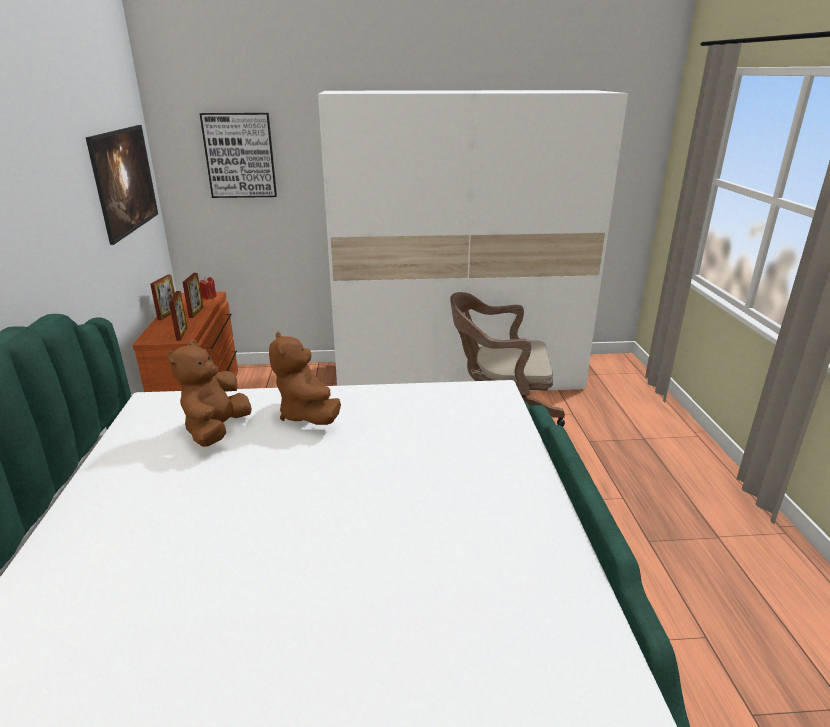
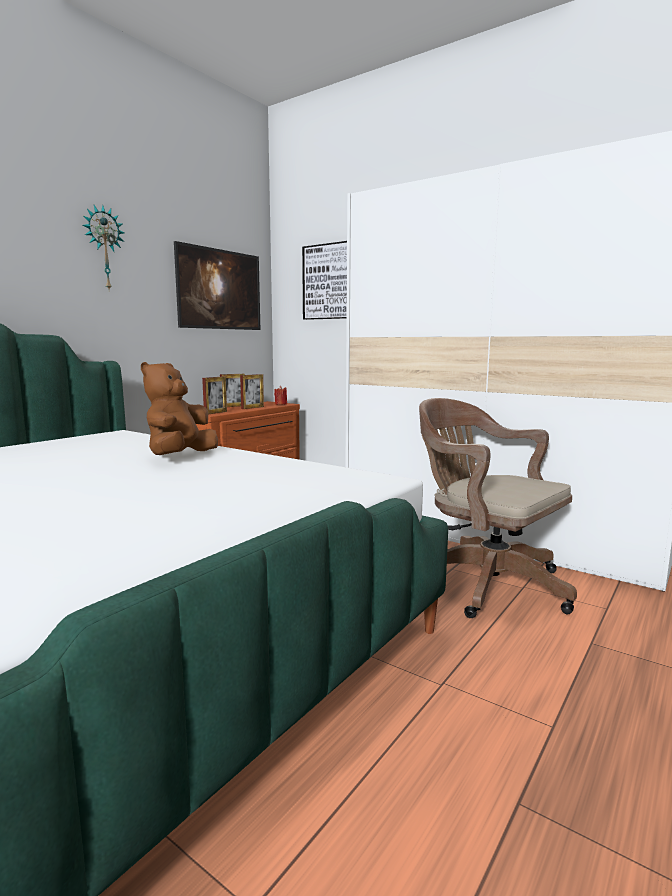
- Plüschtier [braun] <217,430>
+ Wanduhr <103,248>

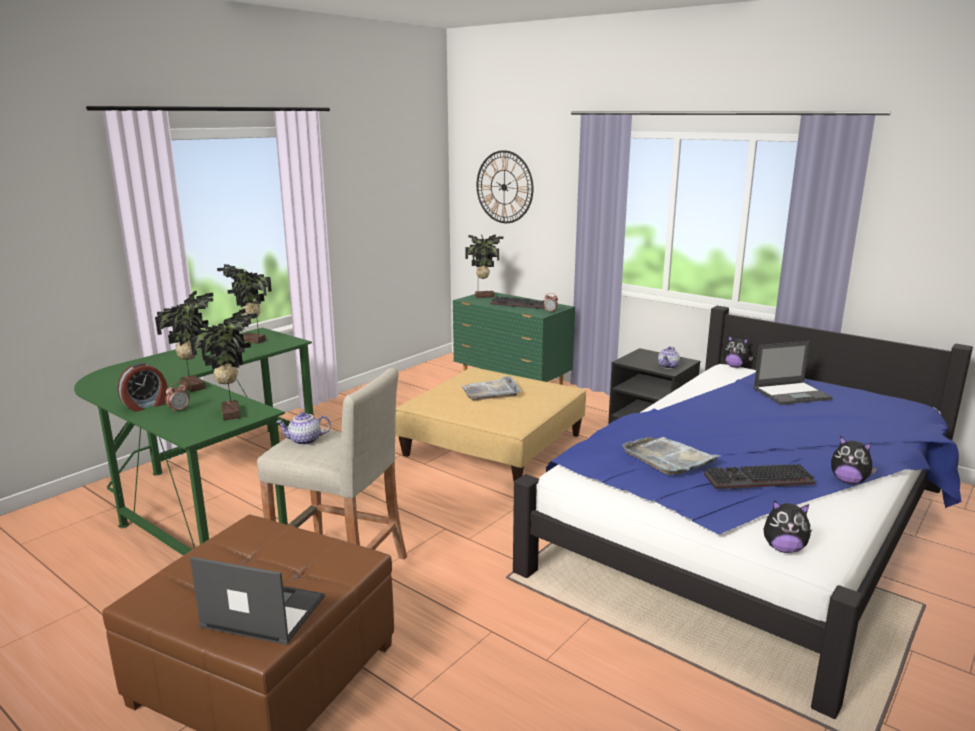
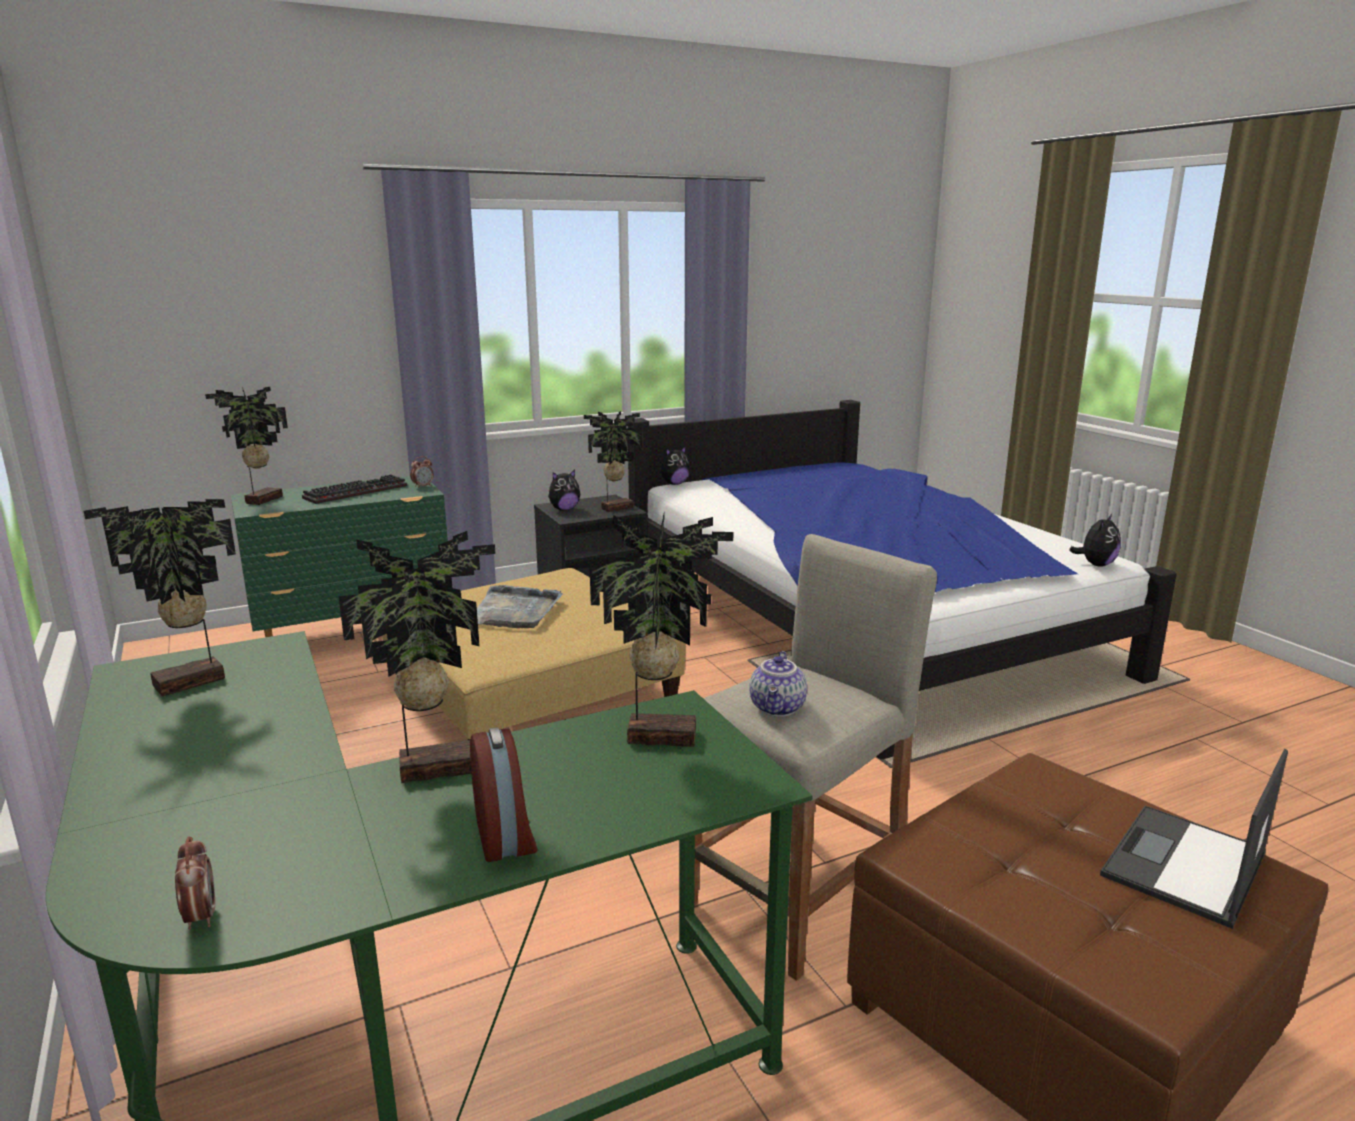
- Wanduhr <504,187>
- Laptop <792,393>
~ Teekanne <668,367> to Topfpflanze <615,508>
~ Wecker <179,410> to <201,916>
~ Plüschtier <848,481> to <564,509>
- Tablett [grau] <668,458>
- Tastatur <757,480>

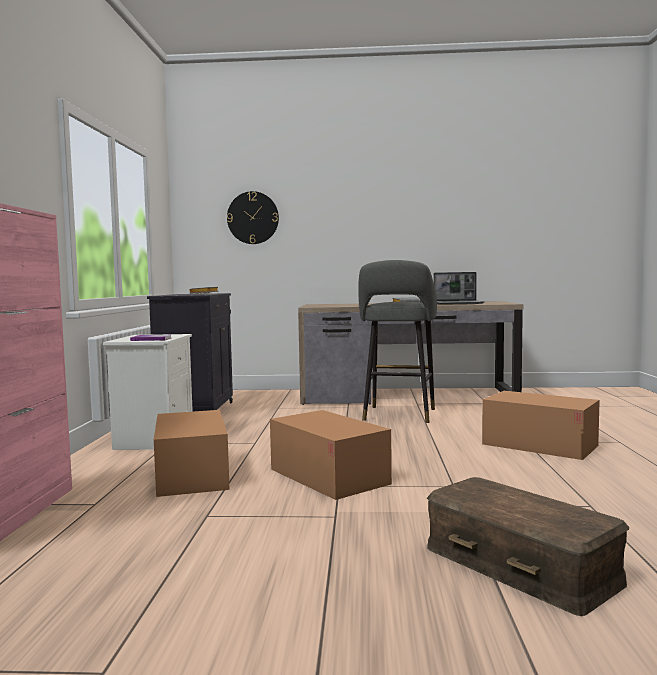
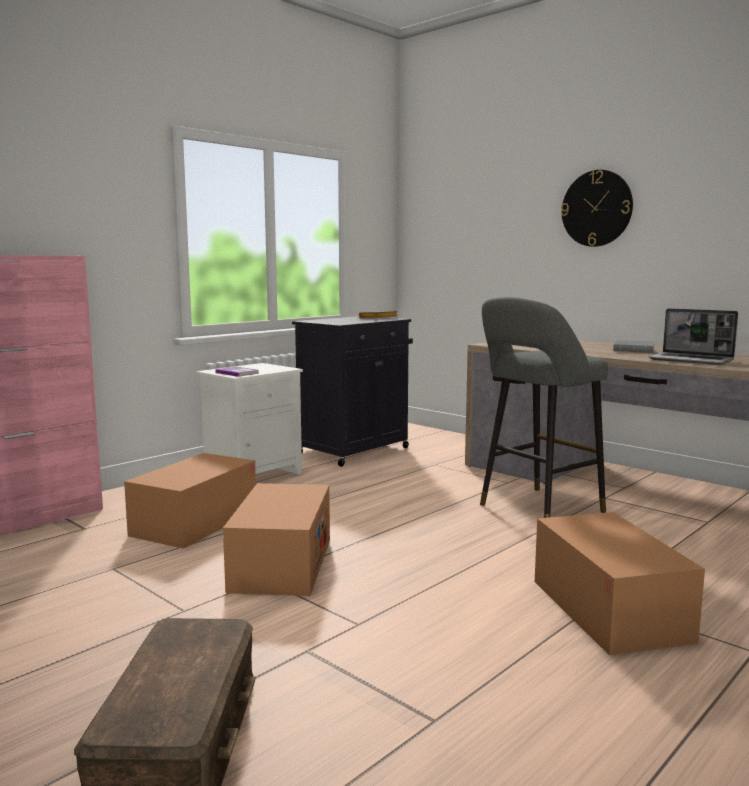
~ Wanduhr <253,218> to <596,208>

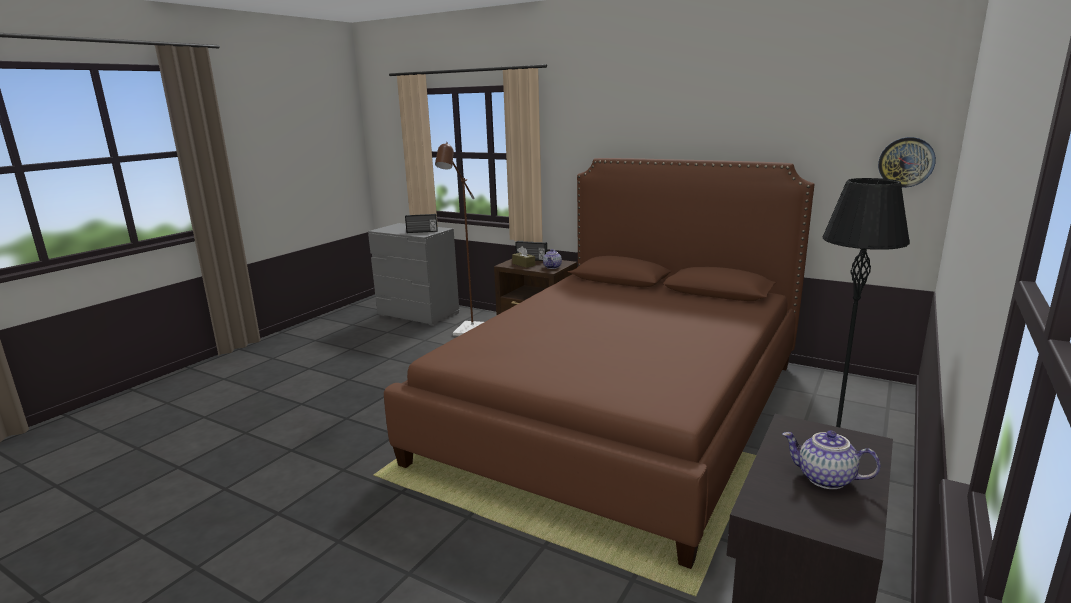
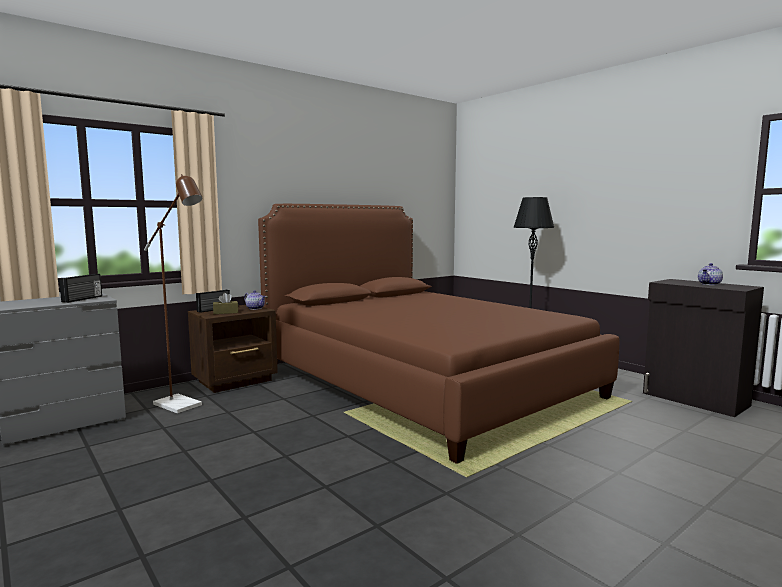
- Wanduhr <906,162>

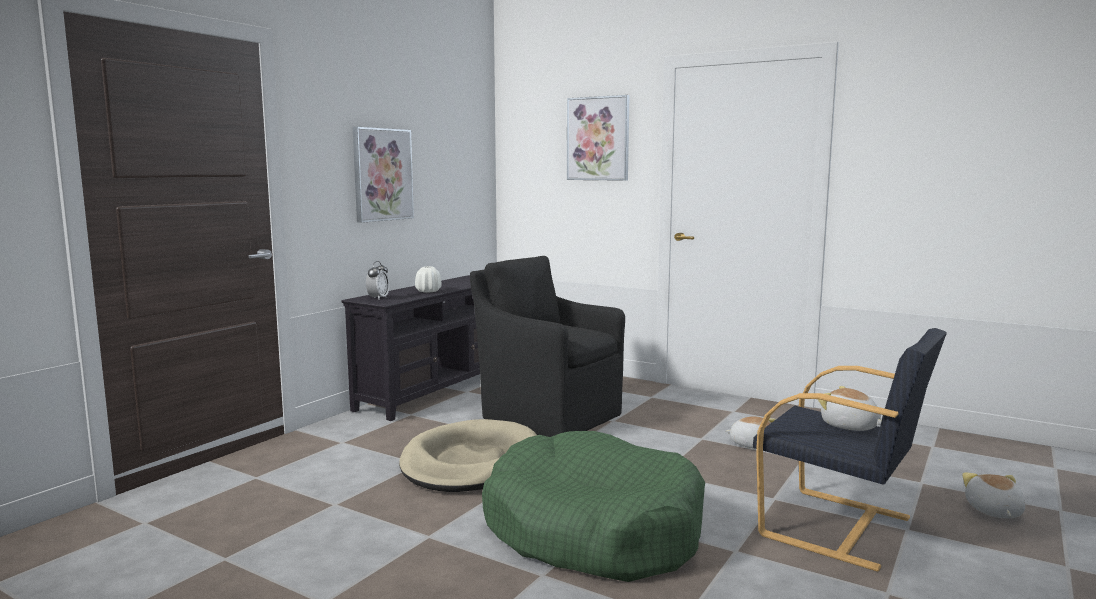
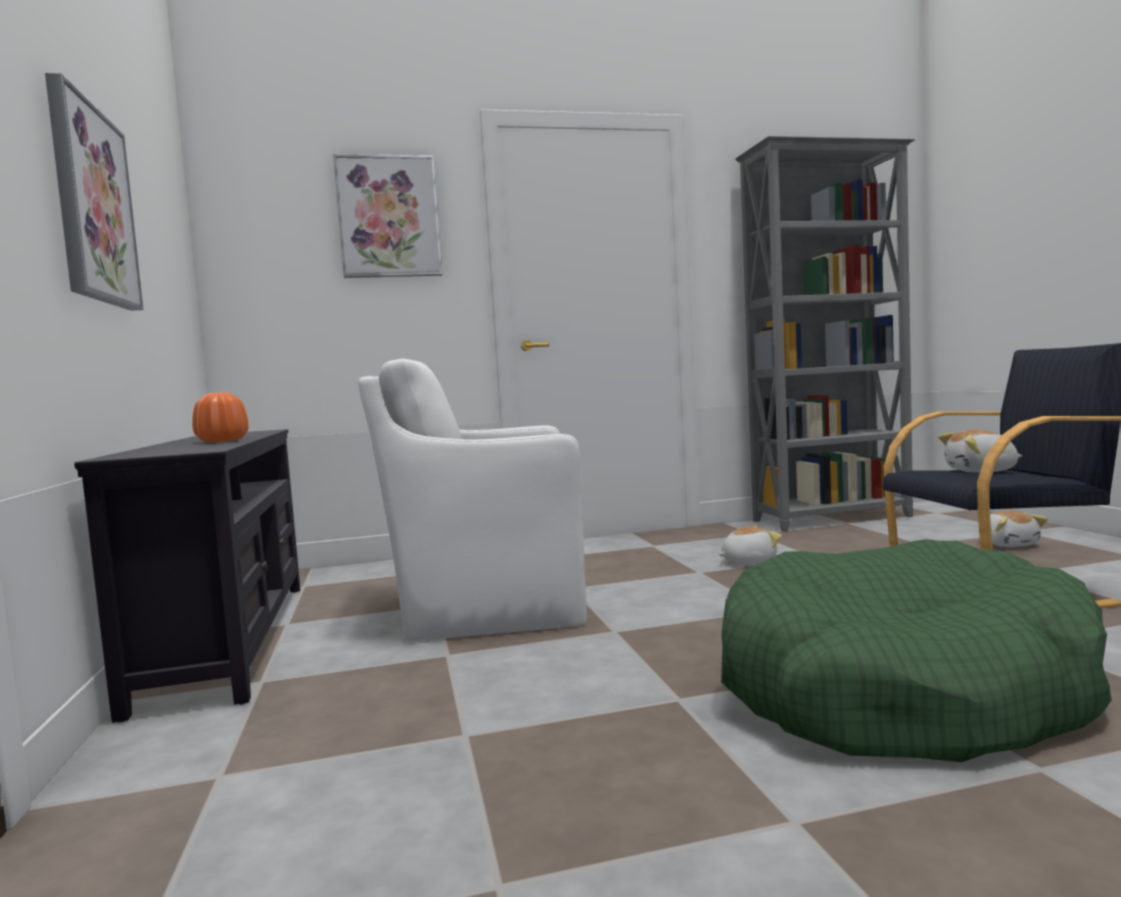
~ Sessel [schwarz] <548,416> to Sessel [weiß] <486,609>
- Wecker <378,298>
~ Vase [weiß] <428,291> to Vase [orange] <222,441>
- Hundebett [beige] <471,463>
~ Plüschtier <993,511> = <1008,544> 150 degrees counterclockwise
+ Bücherregal [grau] <833,519>

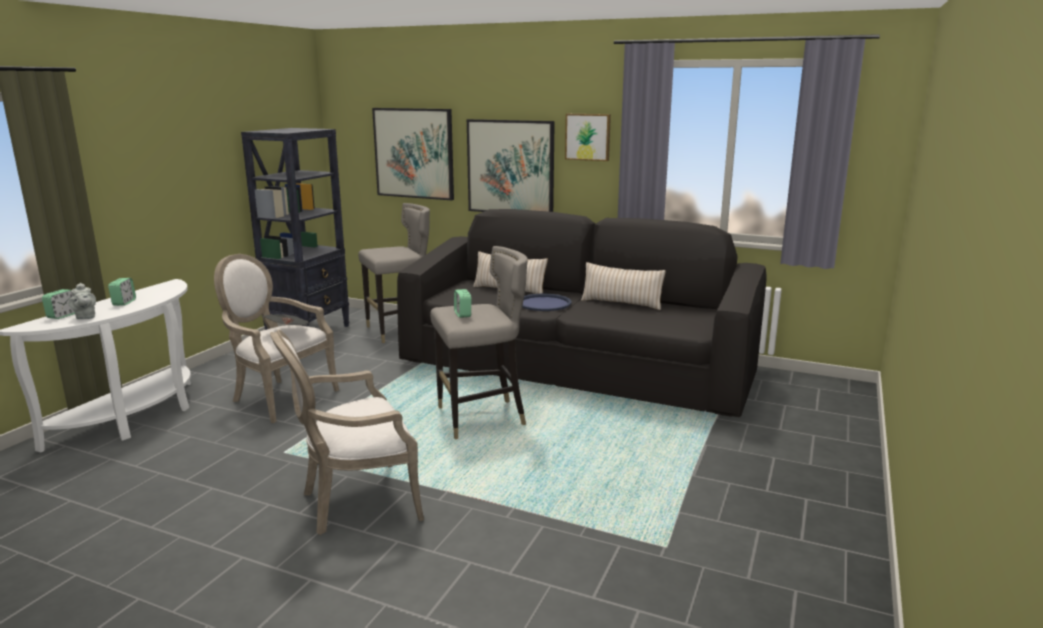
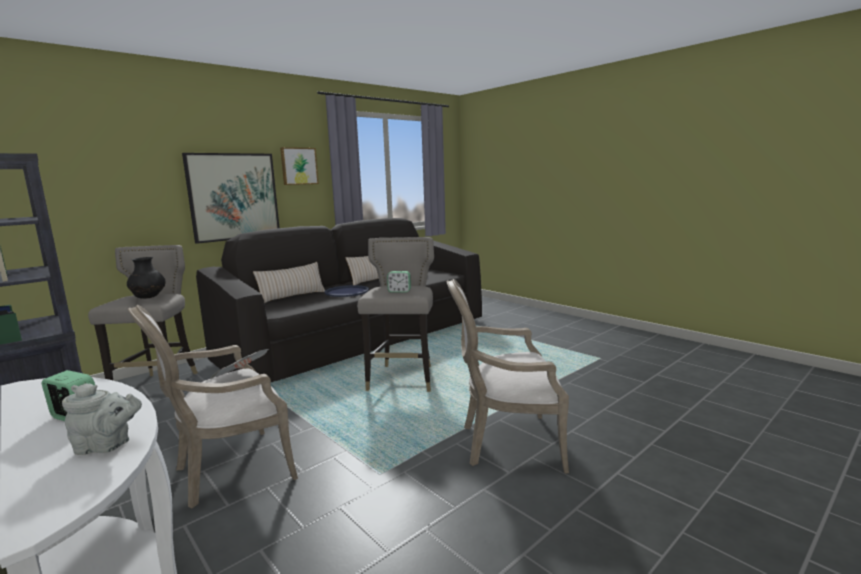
- Bild <414,153>
- Wecker <62,315>
~ Sessel <355,502> = <506,443> 90 degrees clockwise
+ Vase [schwarz] <148,298>

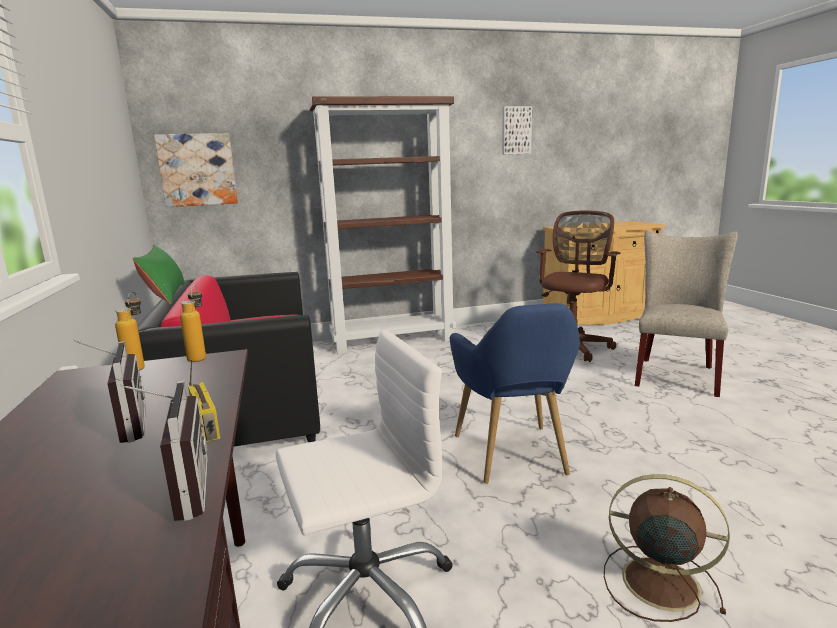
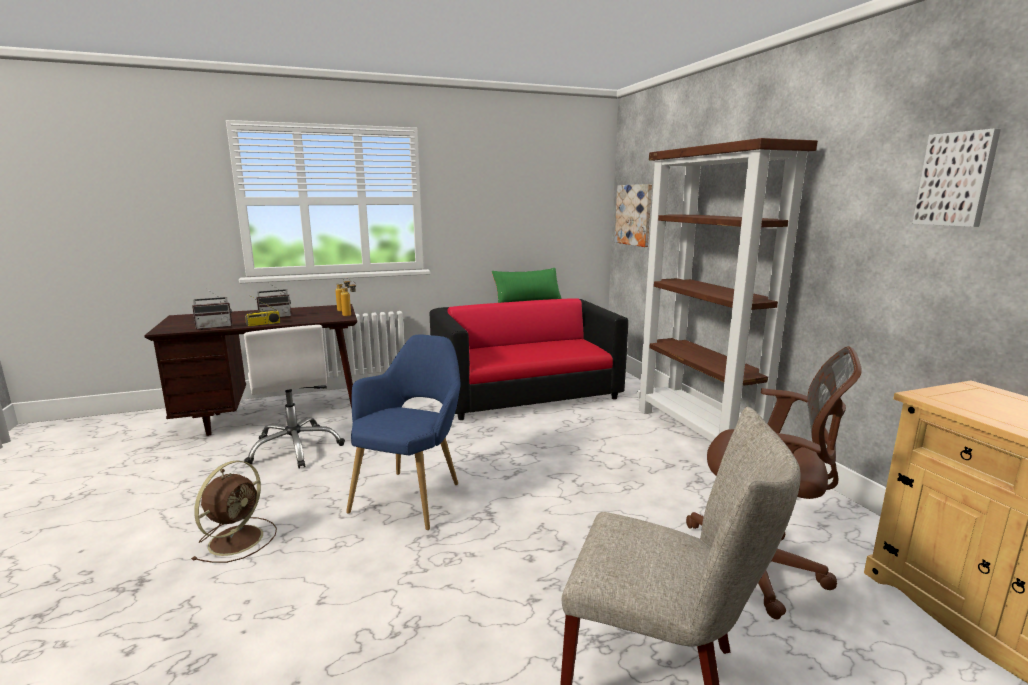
~ Sessel [blau] <514,458> = <412,495> 120 degrees clockwise

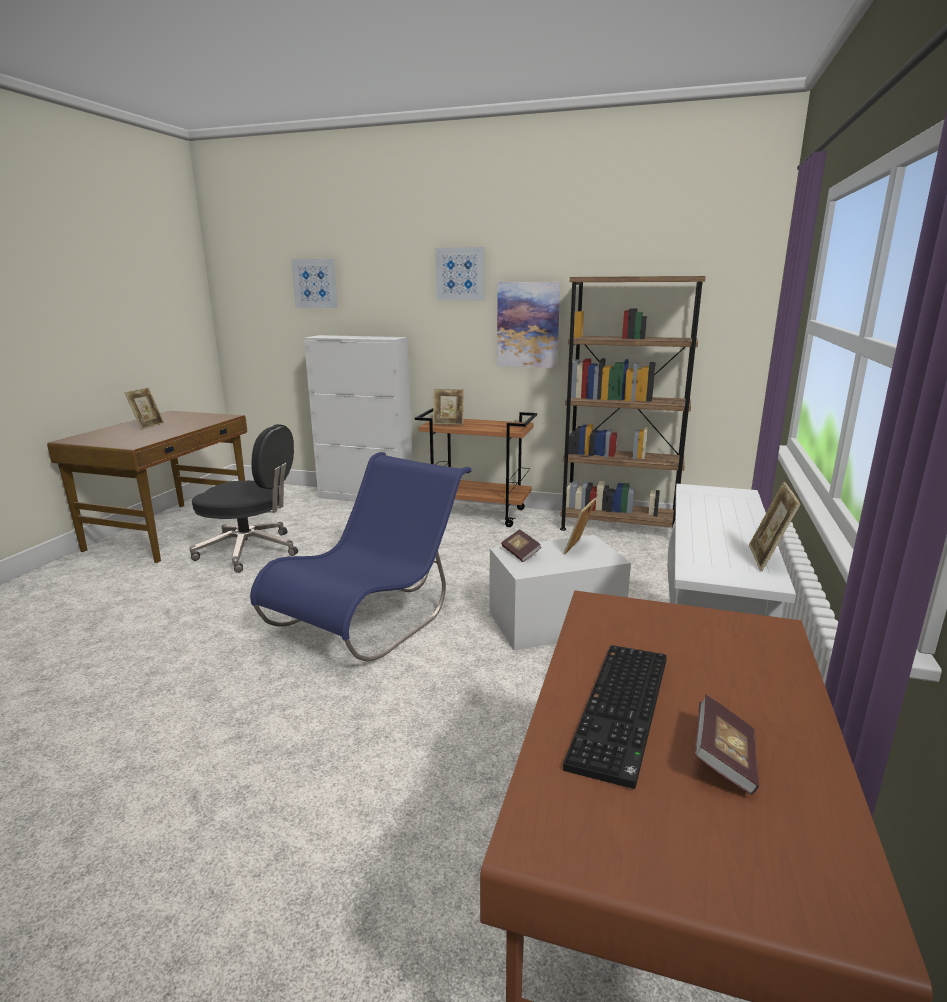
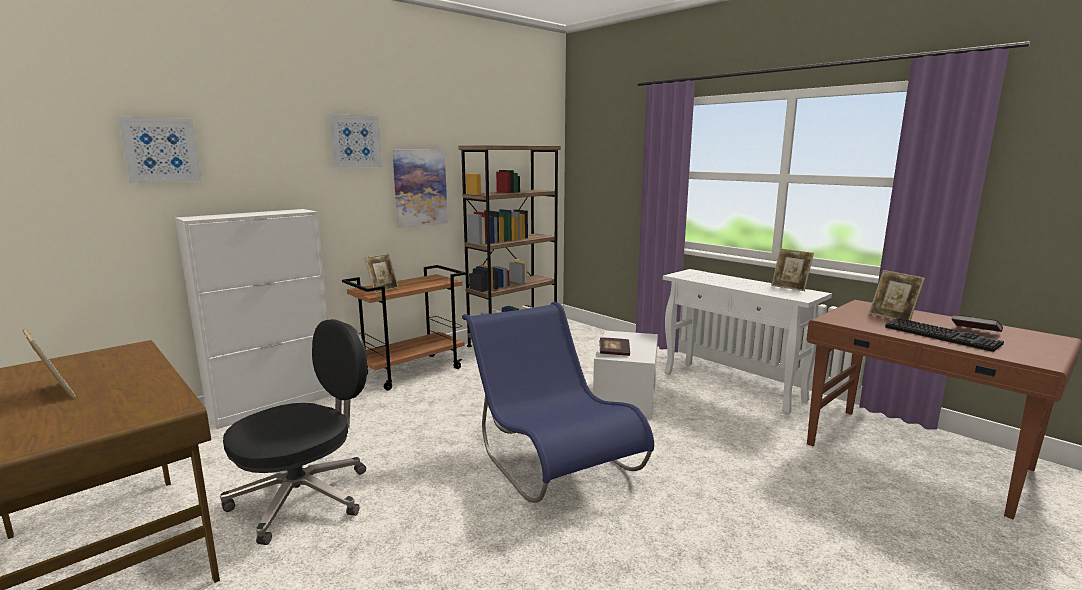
~ Bilderrahmen <578,548> to <892,317>

